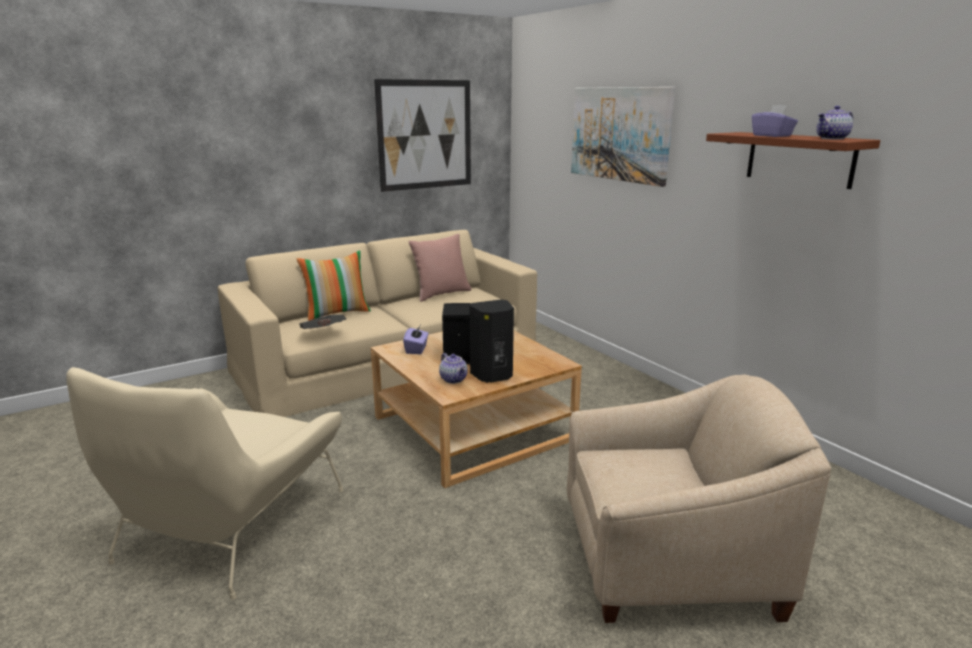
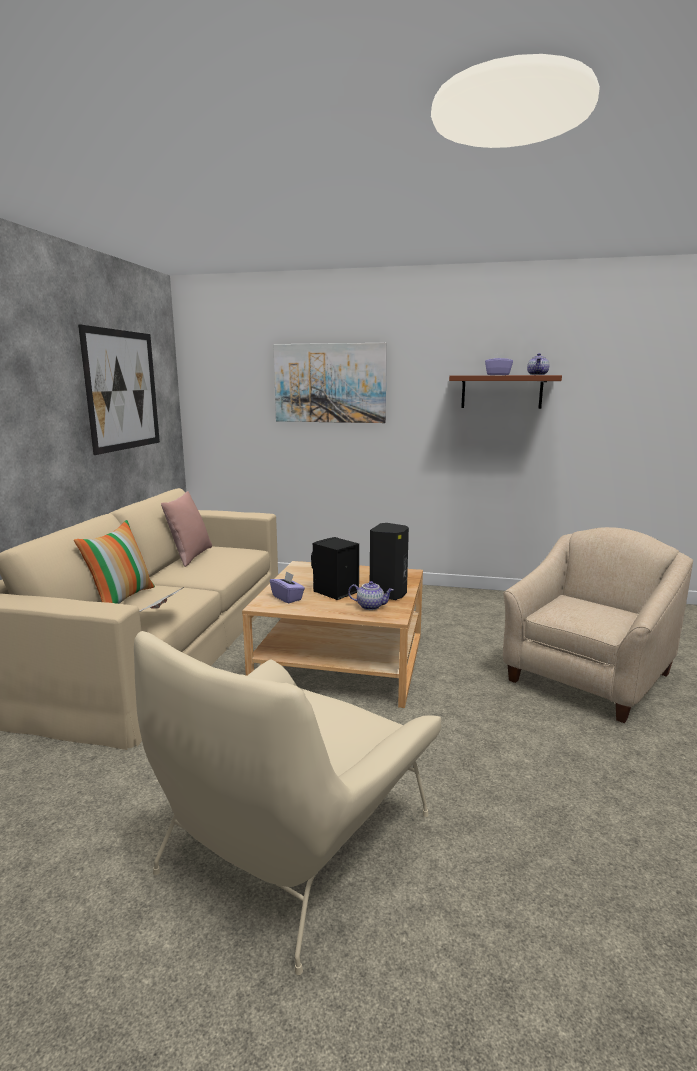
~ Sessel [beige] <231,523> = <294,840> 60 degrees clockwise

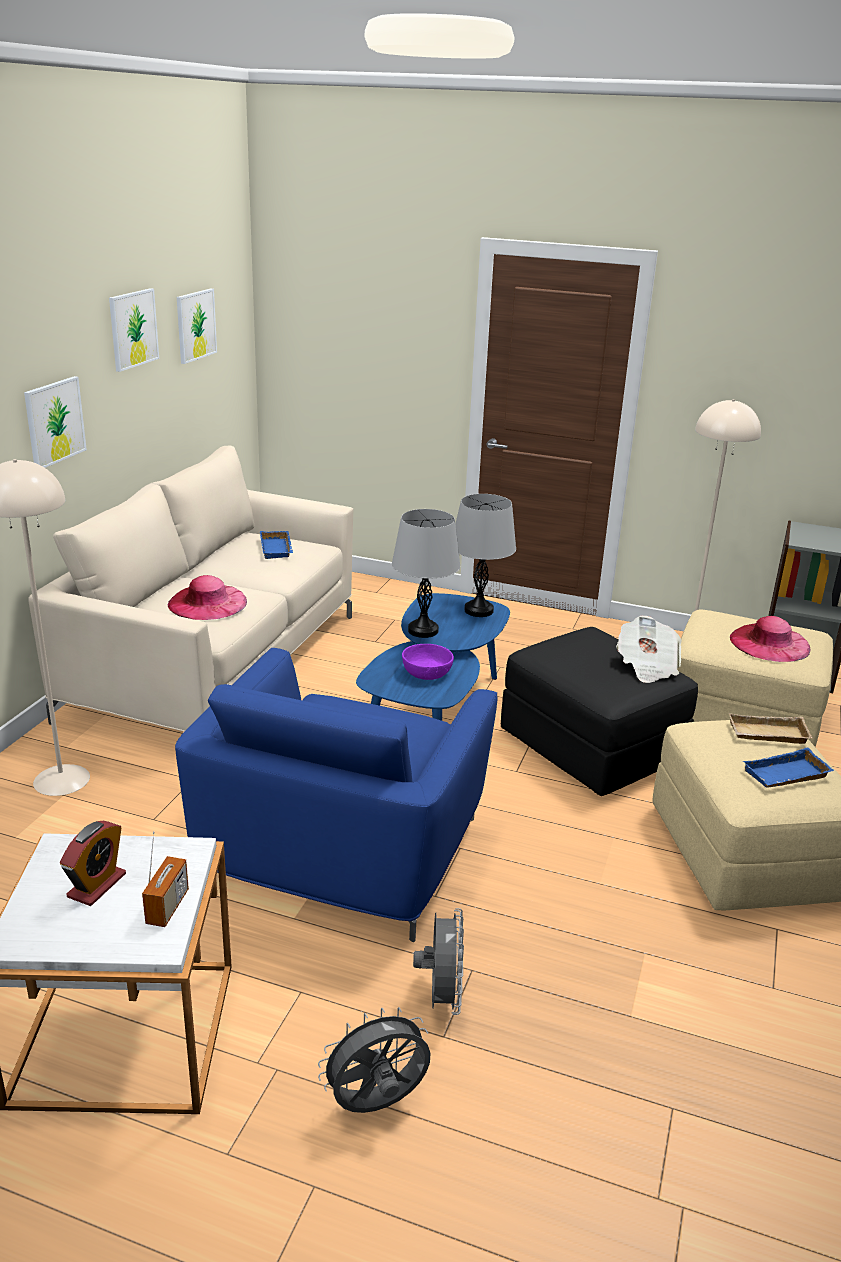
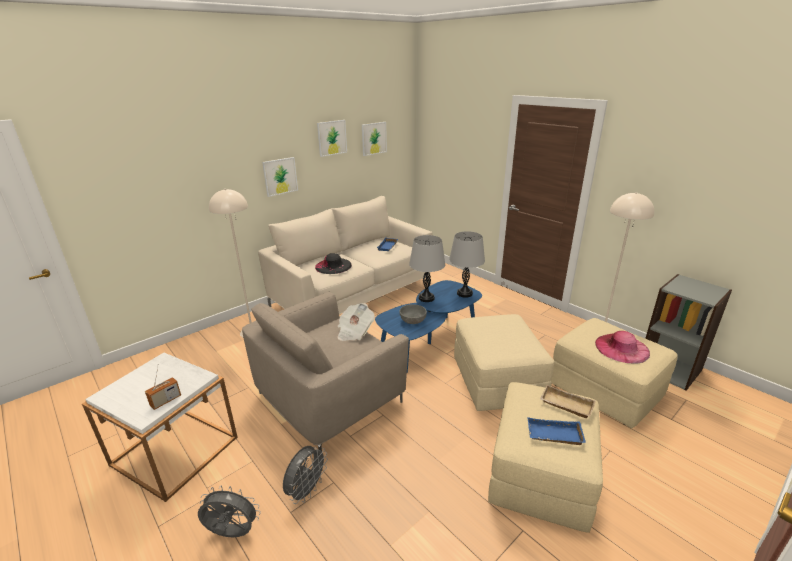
~ Hut [rosa] <207,602> to Hut [schwarz] <333,266>
~ Zeitung <647,666> to <354,331>
~ Polsterhocker [schwarz] <590,747> to Polsterhocker [beige] <497,381>
~ Schüssel [lila] <426,673> to Schüssel [grau] <413,320>
~ Sessel [blau] <341,849> to Sessel [beige] <329,397>
- Wecker <97,885>

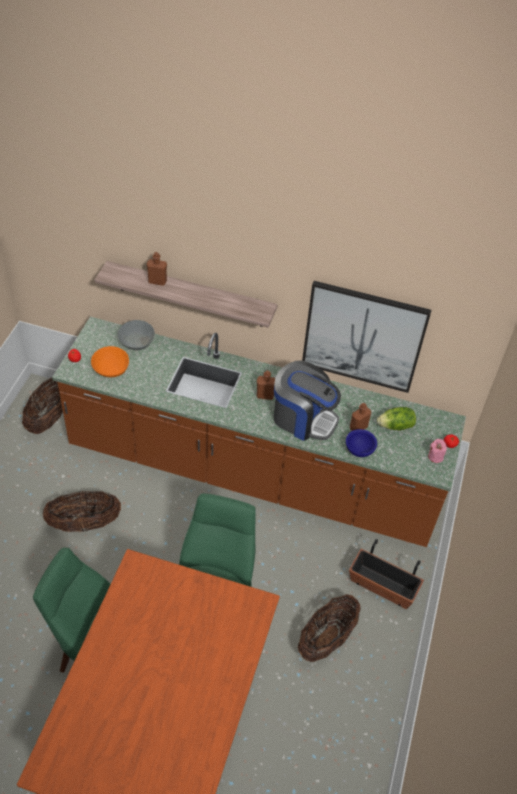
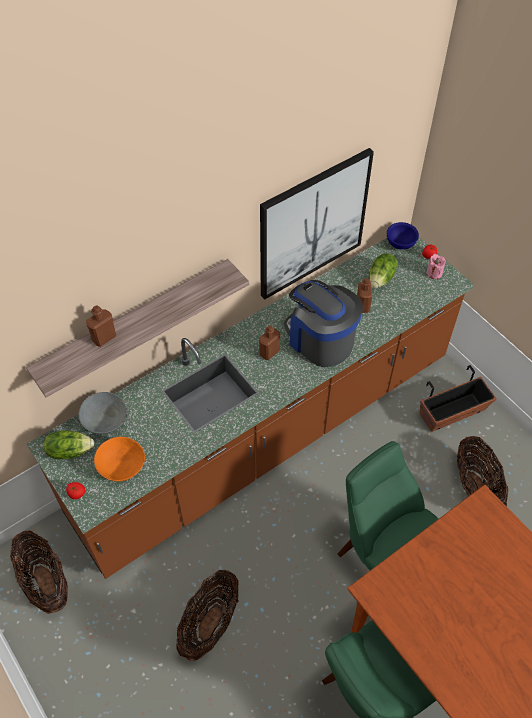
~ Kaffeemaschine <303,418> = <320,339> 105 degrees counterclockwise
~ Schüssel [blau] <359,450> to <401,244>
+ Salatkopf <70,450>

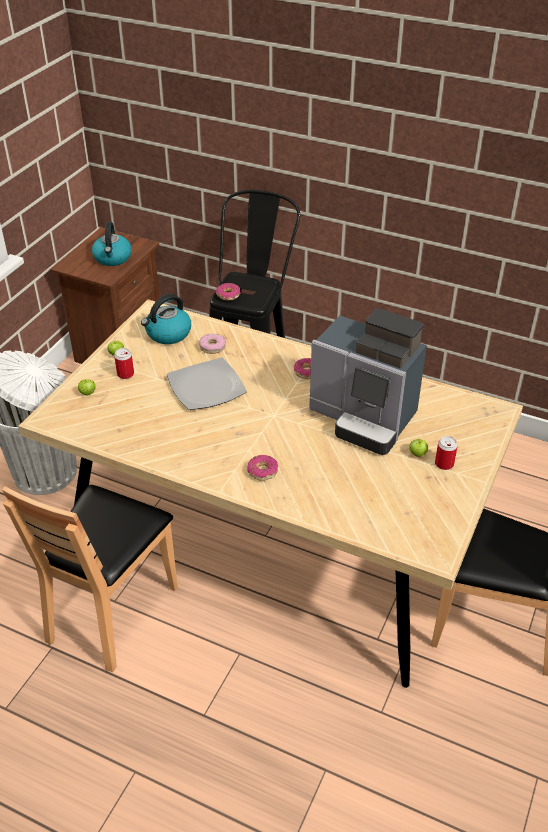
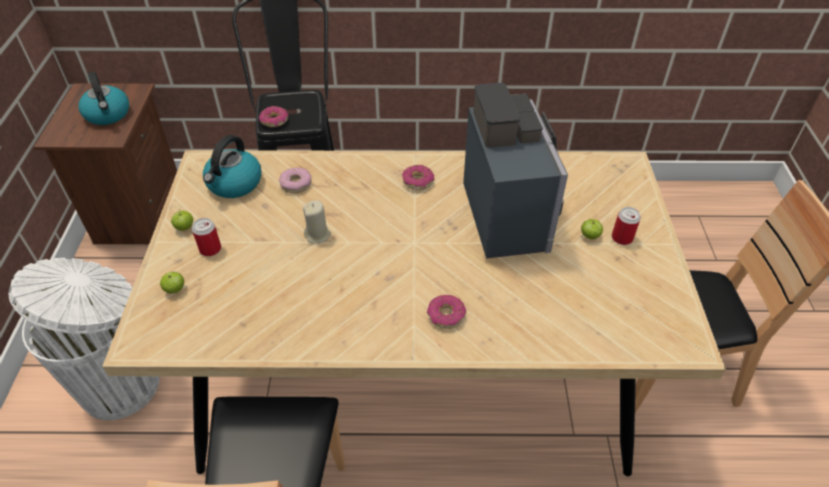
~ Kaffeemaschine <364,418> = <510,214> 105 degrees counterclockwise
~ Teller <206,387> to Kerze [beige] <318,235>

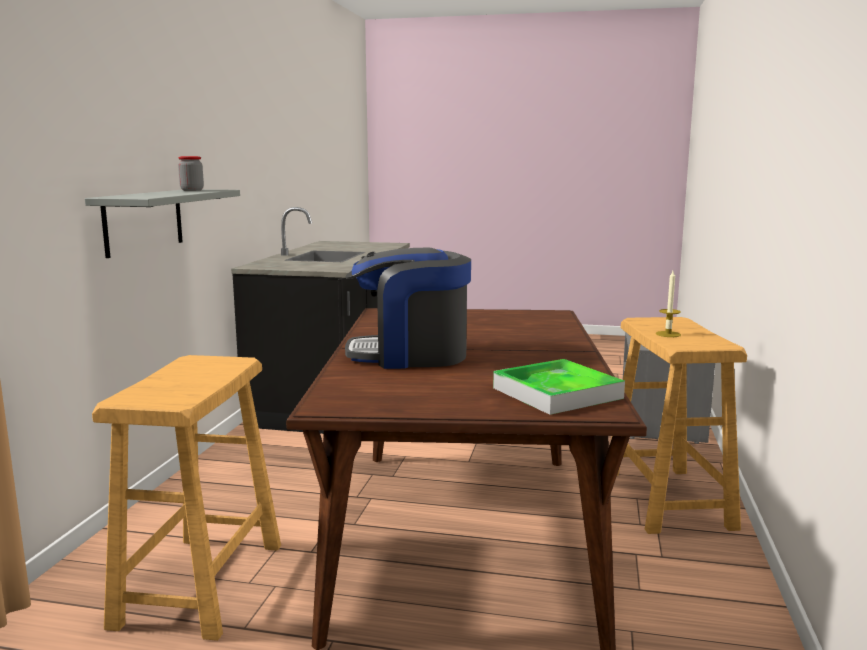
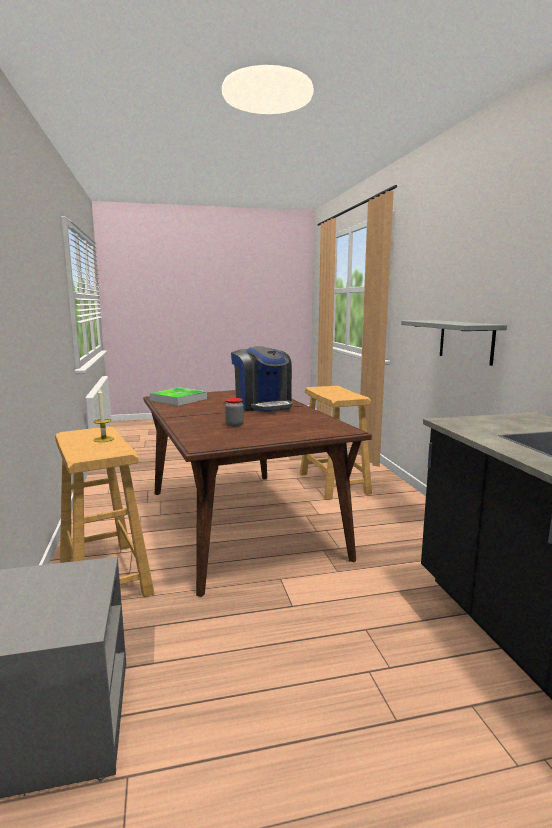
~ Vorratsglas <192,190> to <234,425>
~ Kaffeemaschine <410,355> = <263,405> 90 degrees clockwise

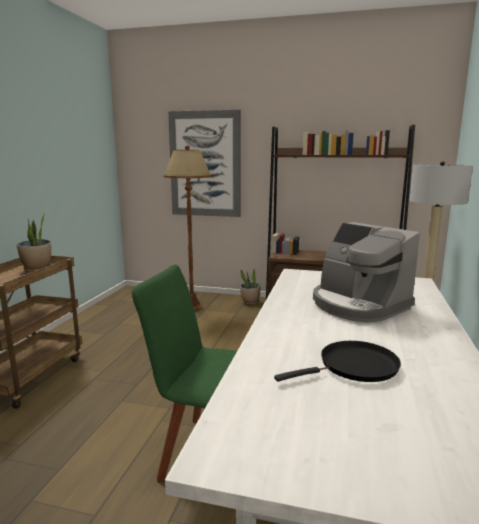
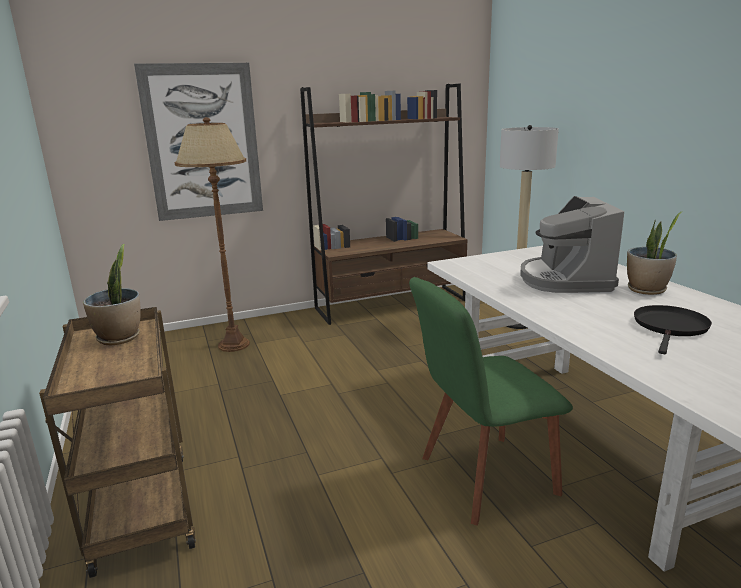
~ Kaffeemaschine <358,305> = <564,280> 75 degrees clockwise
~ Topfpflanze <250,302> to <646,290>

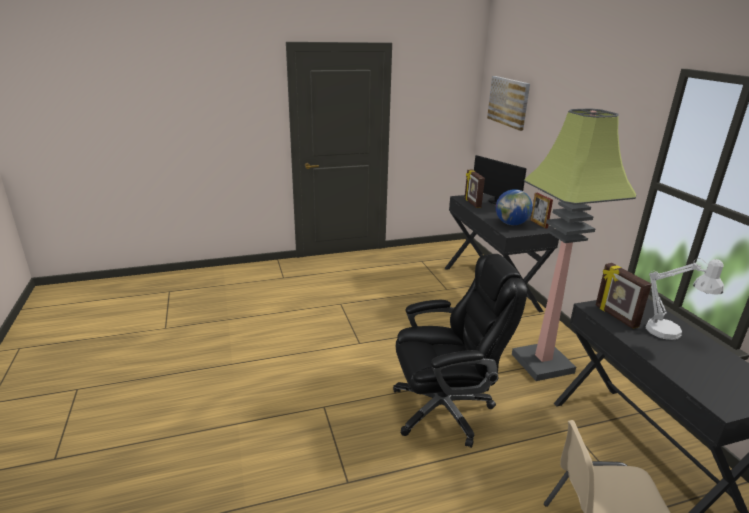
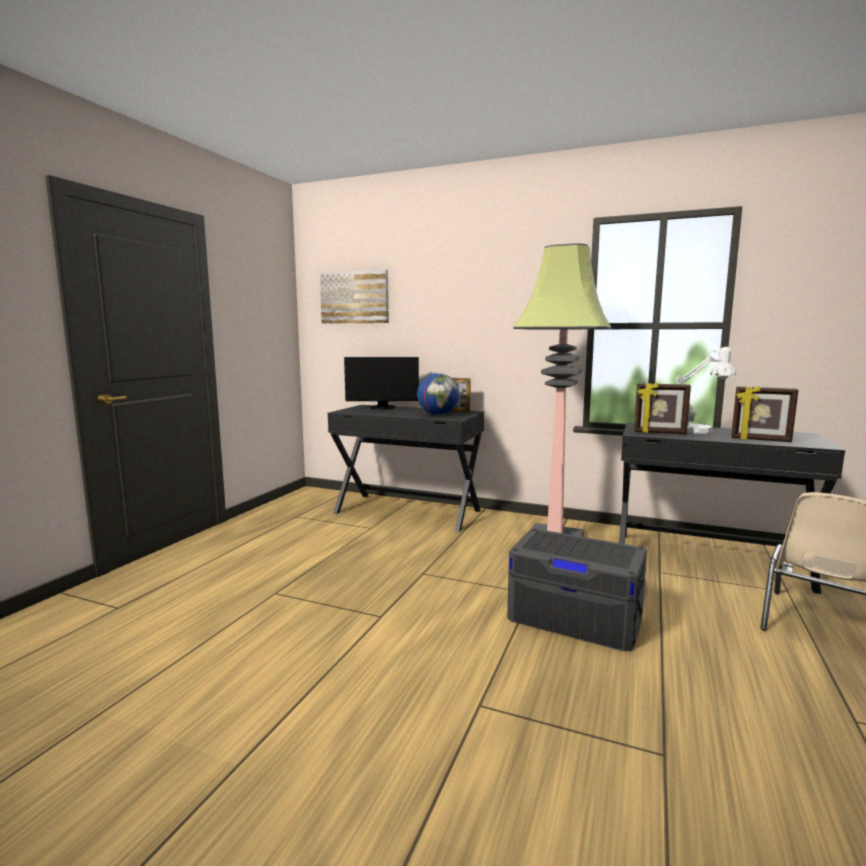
~ Bilderrahmen <472,203> to <760,440>
~ Bürostuhl [schwarz] <444,409> to Aufbewahrungsbox [grau] <574,617>

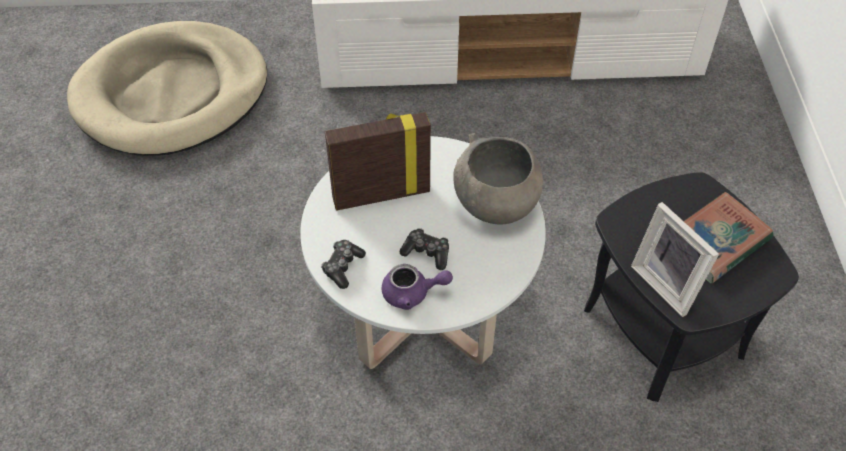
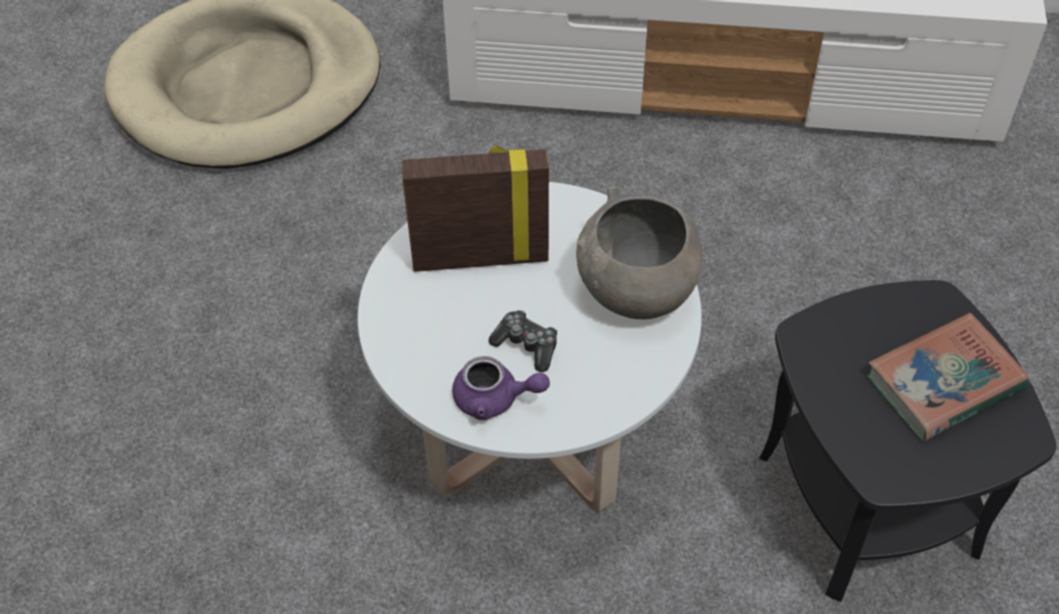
- Bilderrahmen <668,283>
- Gamepad <342,267>

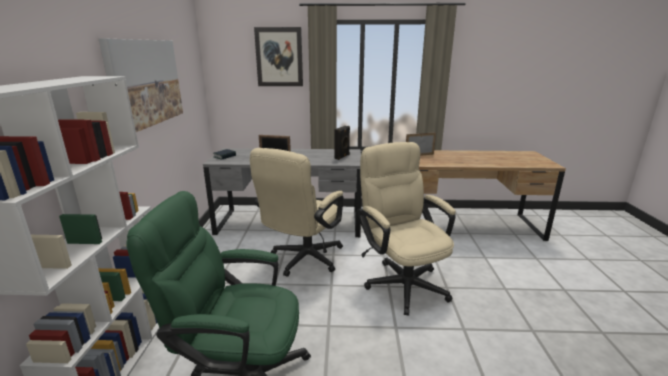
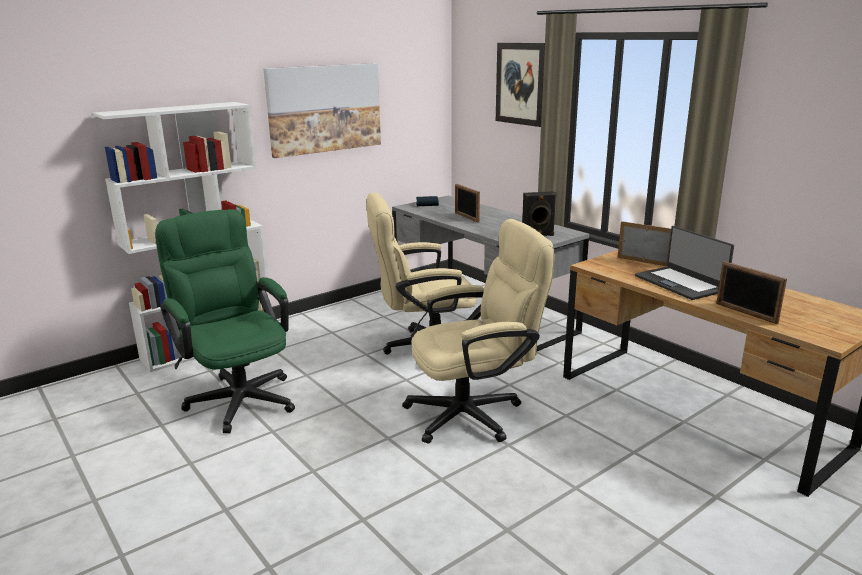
~ Bürostuhl [beige] <401,281> = <475,413> 45 degrees clockwise
+ Laptop <680,283>
+ Bilderrahmen <745,313>

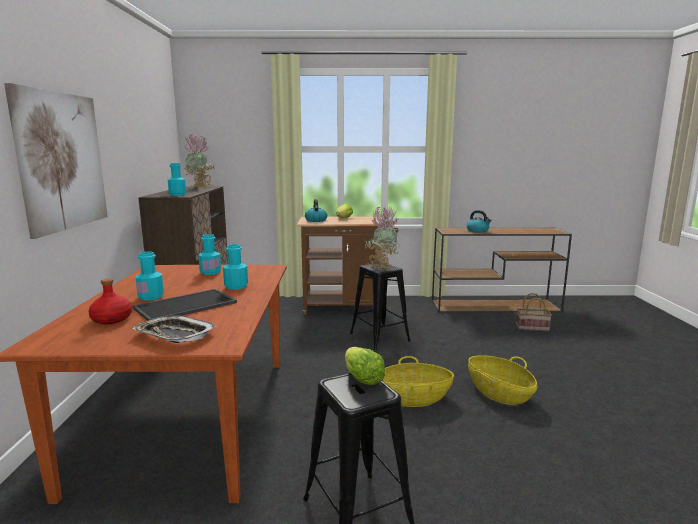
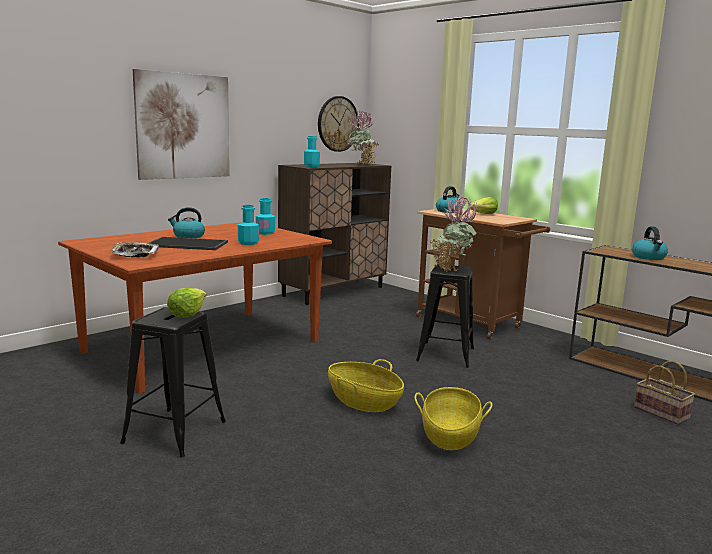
~ Flasche [türkis] <151,297> to Wasserkessel <188,236>
- Flasche [rot] <111,319>
+ Wanduhr <338,124>

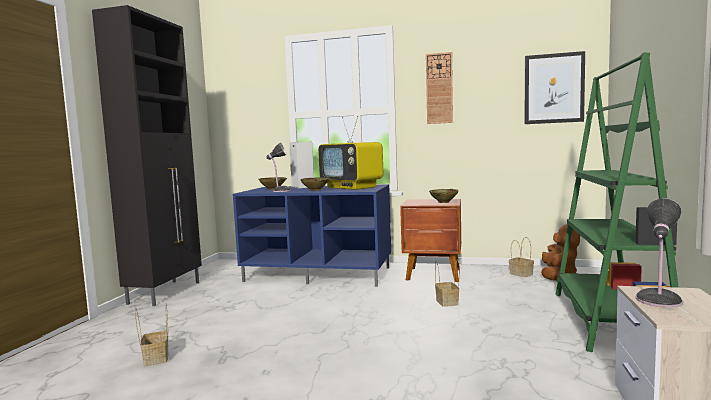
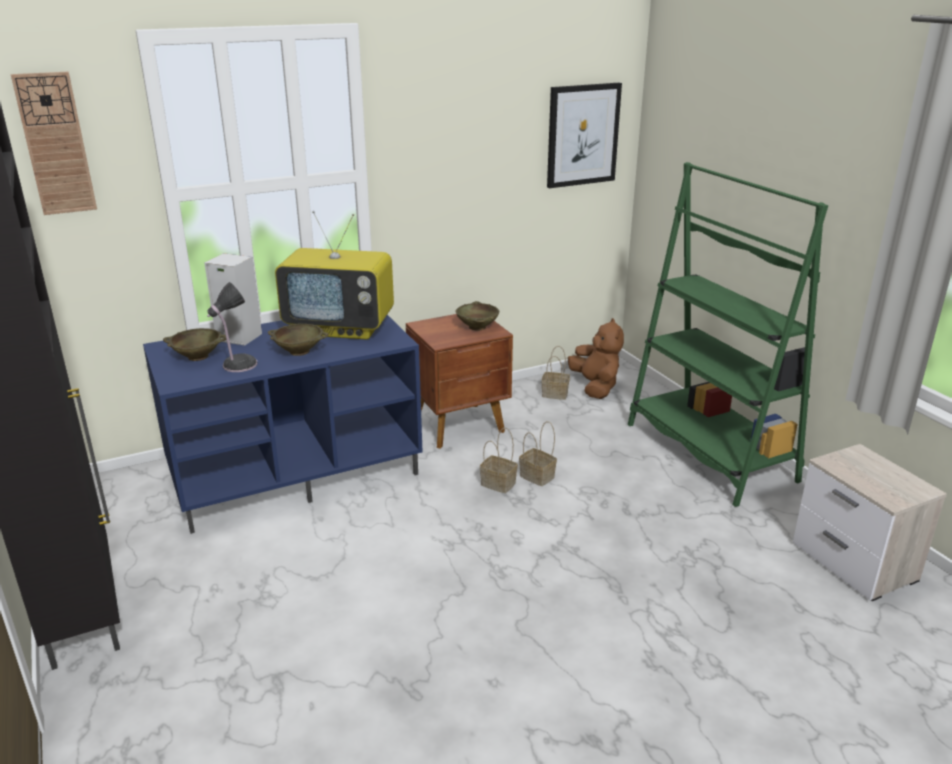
~ Wanduhr <439,88> to <55,144>
- Tischlampe <658,301>
~ Korb <155,358> to <497,484>

